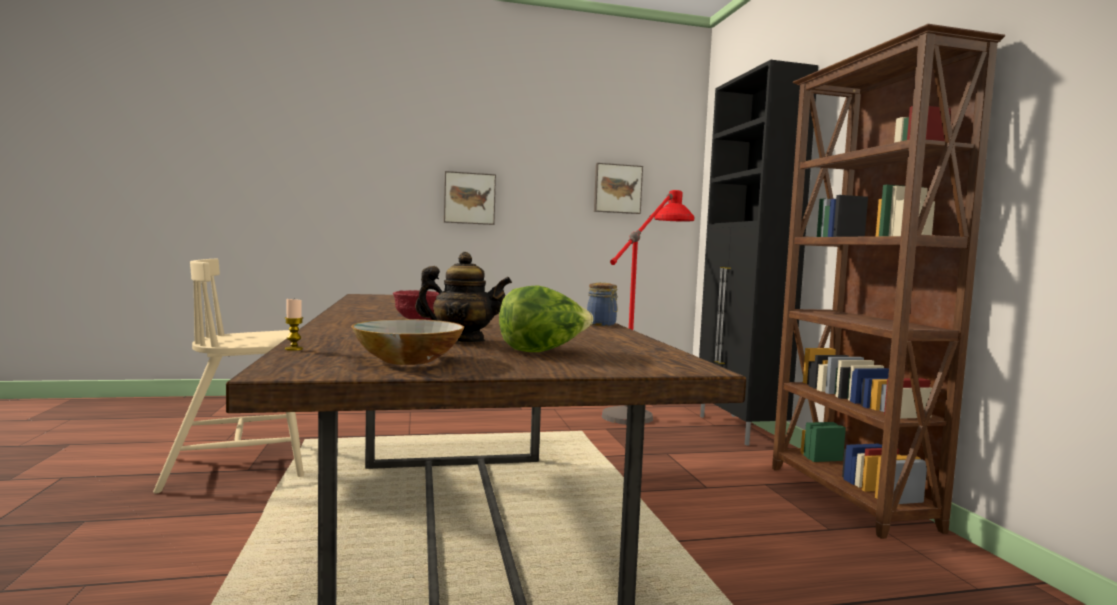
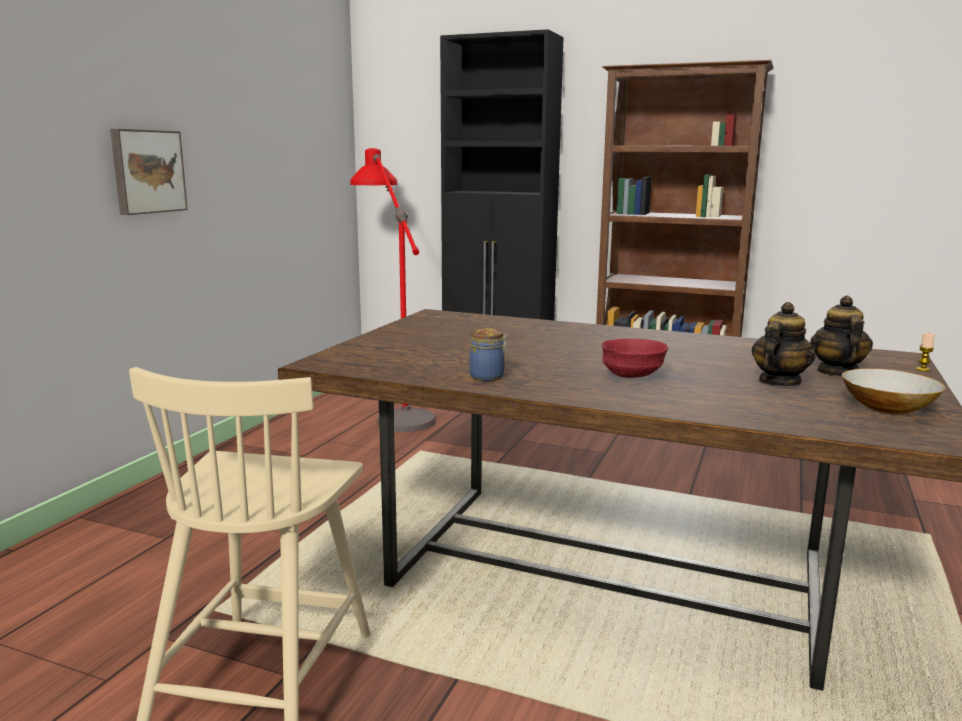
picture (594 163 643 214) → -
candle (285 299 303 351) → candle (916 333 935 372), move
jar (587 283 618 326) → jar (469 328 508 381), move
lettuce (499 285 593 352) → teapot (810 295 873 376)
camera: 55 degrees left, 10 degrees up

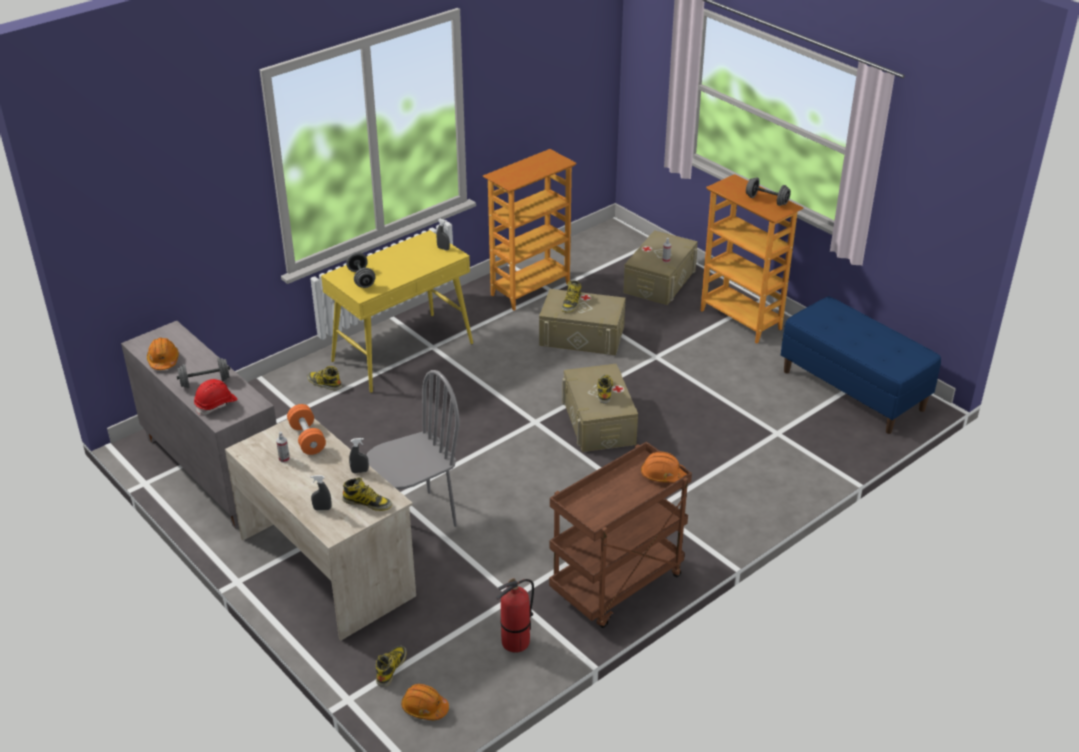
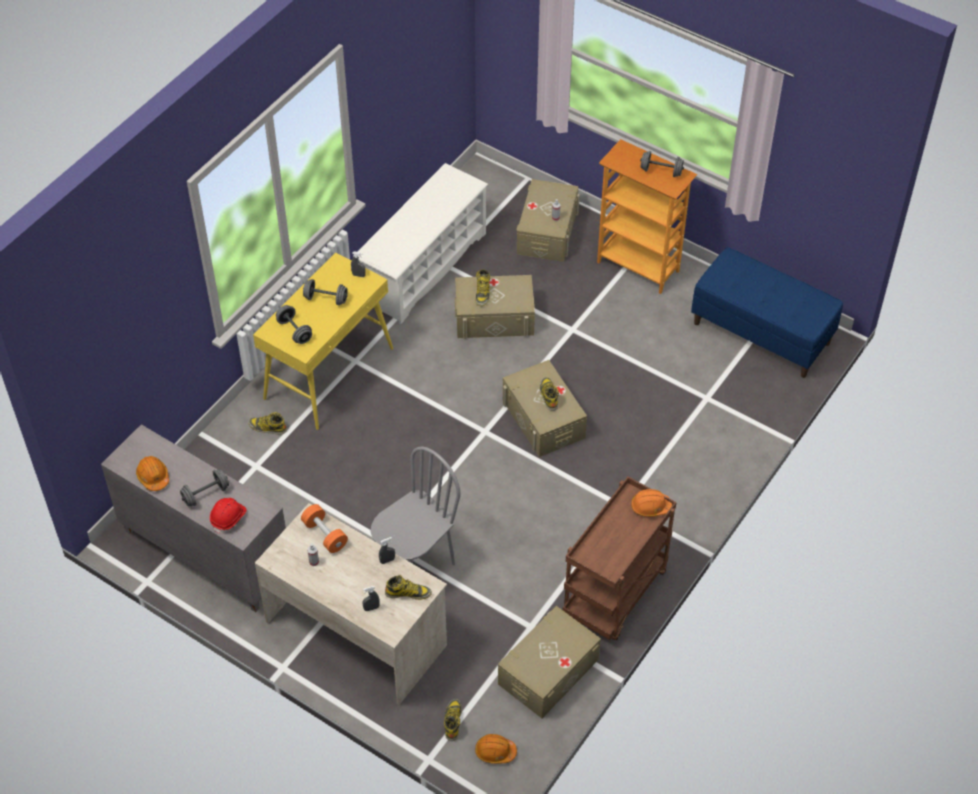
- → dumbbell in grey (303 279 348 305)
bookcase (483 149 576 310) → shoe rack in white (353 163 488 324)
fire extinguisher (497 578 534 652) → storage box in beige (498 606 601 718)
camera: 15 degrees left, 15 degrees up

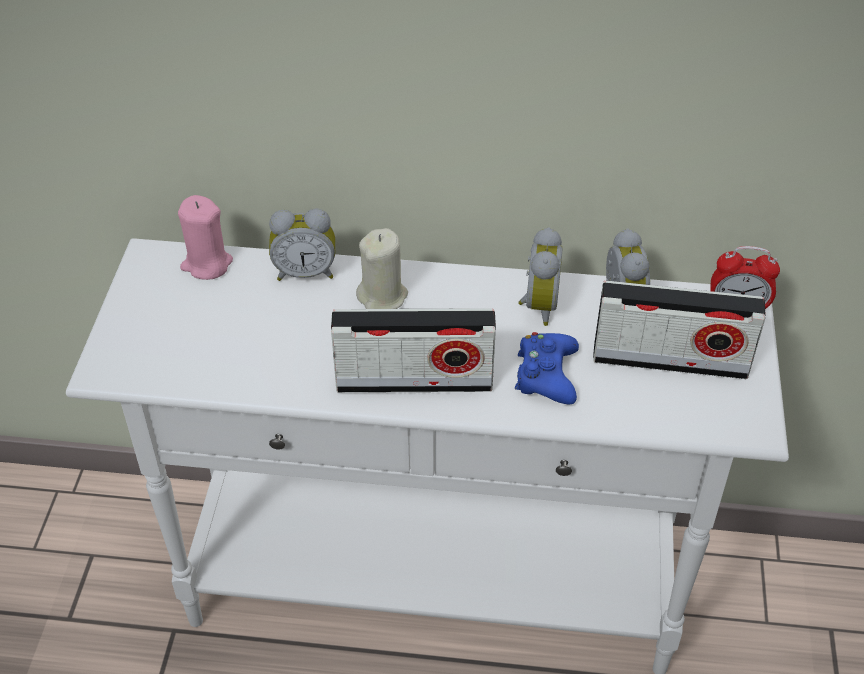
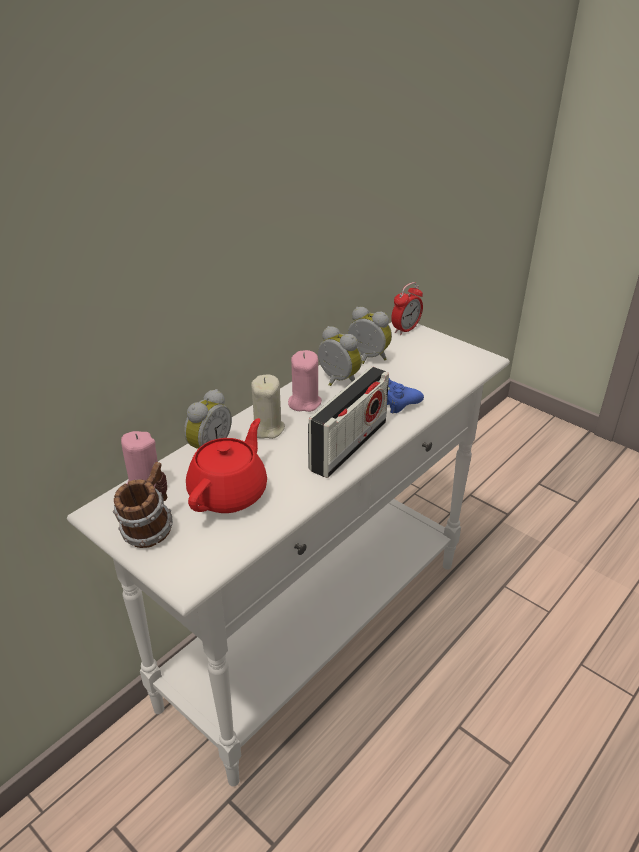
radio (593 280 766 379) → -
- → mug (113 462 173 548)
- → teapot in red (186 418 267 513)
- → candle in pink (288 350 322 412)
camera: 55 degrees left, 10 degrees down

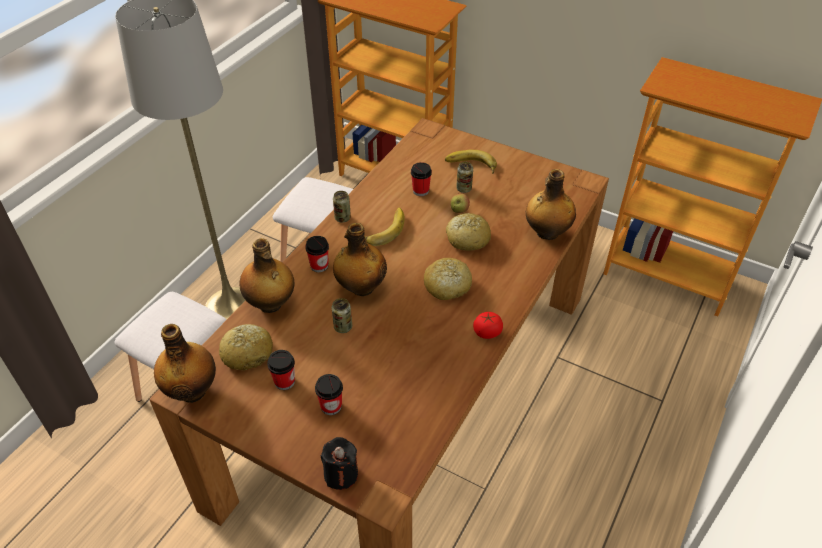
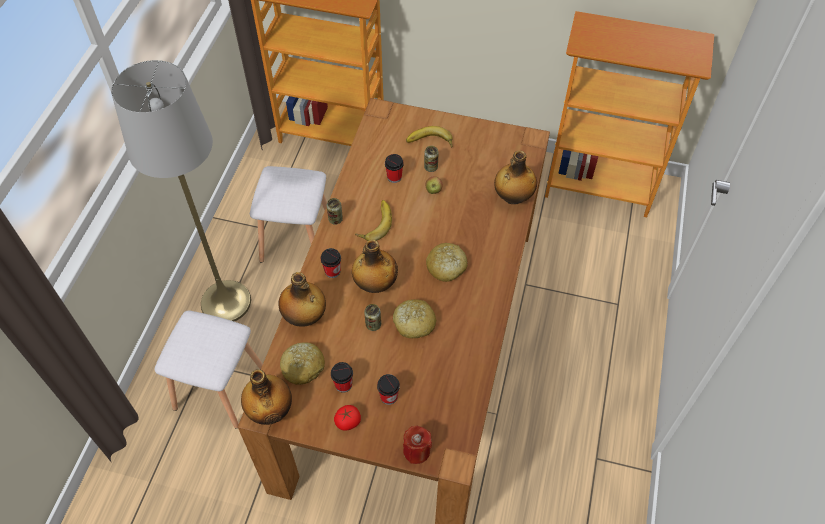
bread (446 213 491 251) → bread (393 299 437 339), move
tomato (473 312 503 339) → tomato (334 405 361 431), move
candle in black (321 437 358 490) → candle in red (403 426 432 464)
camera: 15 degrees left, 10 degrees up

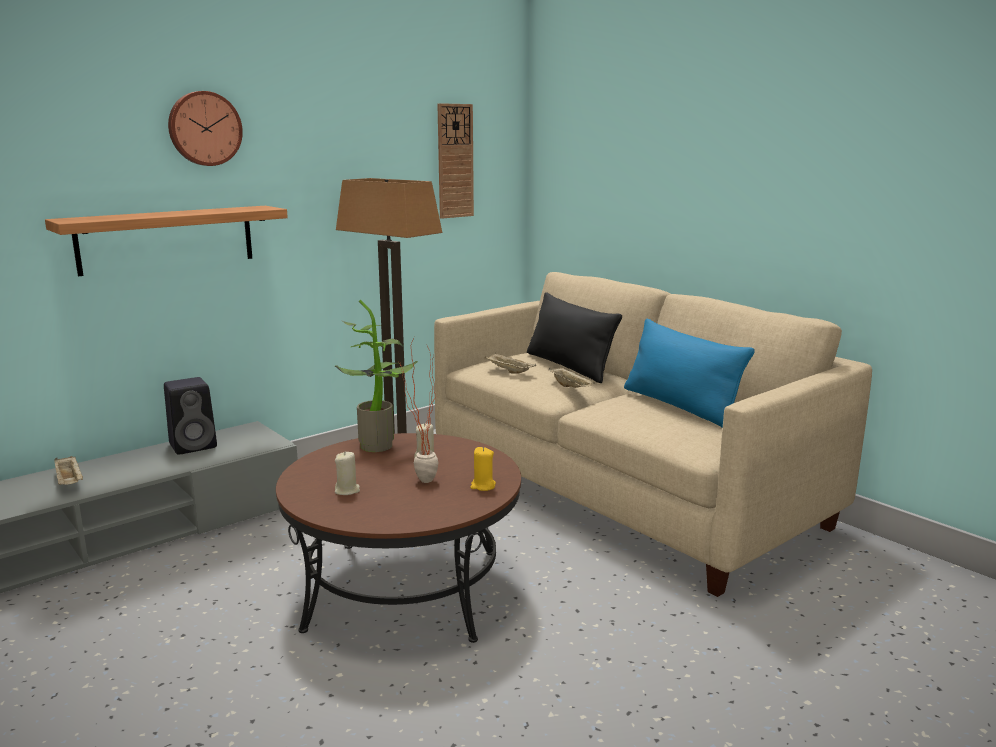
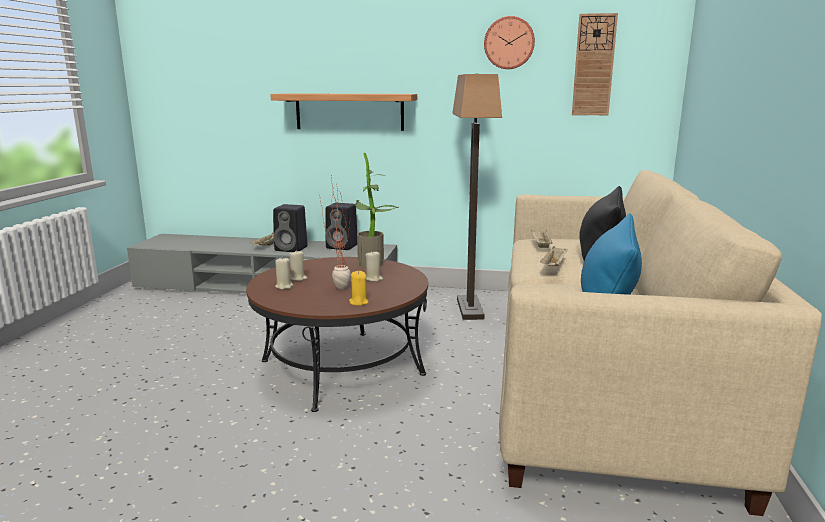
- → speaker in black (273 204 308 252)
- → candle in beige (275 257 293 289)
wall clock (168 91 243 166) → wall clock (484 16 535 69), move
camera: 50 degrees right, 0 degrees up

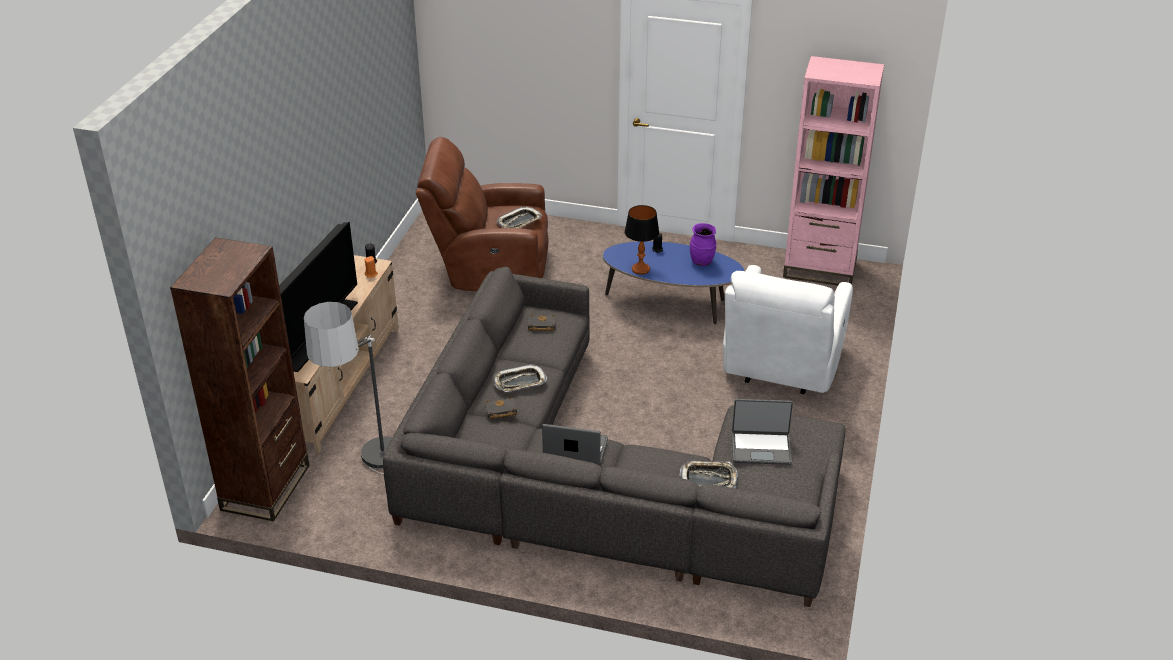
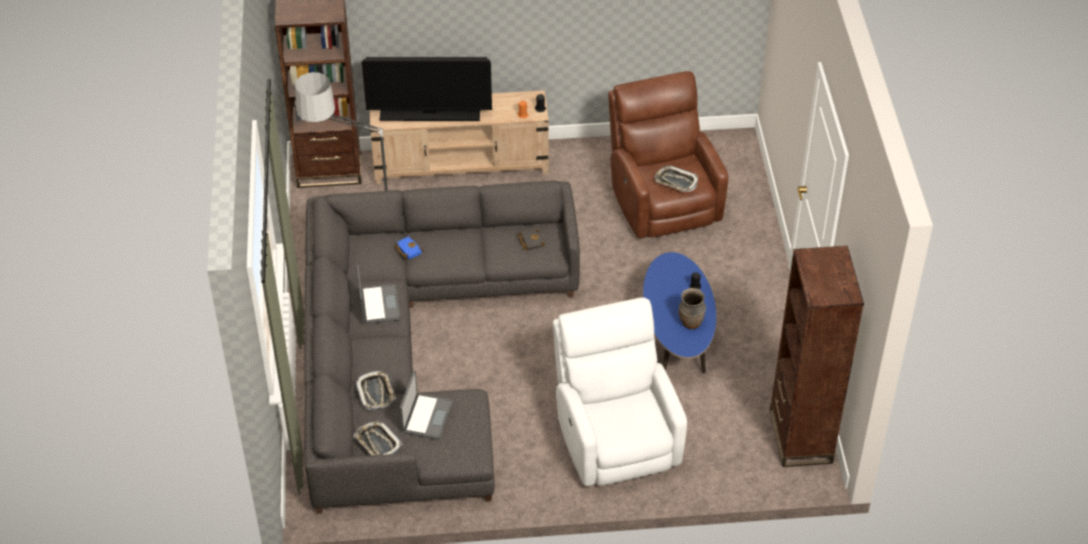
table lamp (625 205 659 275) → -
tray (493 364 547 392) → tray (354 421 402 455), move
book in black (484 397 517 419) → book in blue (394 236 424 259)
vase in purple (690 223 716 266) → vase in brown (679 288 706 329)
bookcase in pink (783 56 884 285) → bookcase in brown (770 246 864 467)
armchair in white (723 265 853 394) → armchair in white (553 297 687 486), 75 degrees clockwise
laptop (732 399 793 465) → laptop (400 370 453 440), 150 degrees counterclockwise
camera: 70 degrees right, 10 degrees up

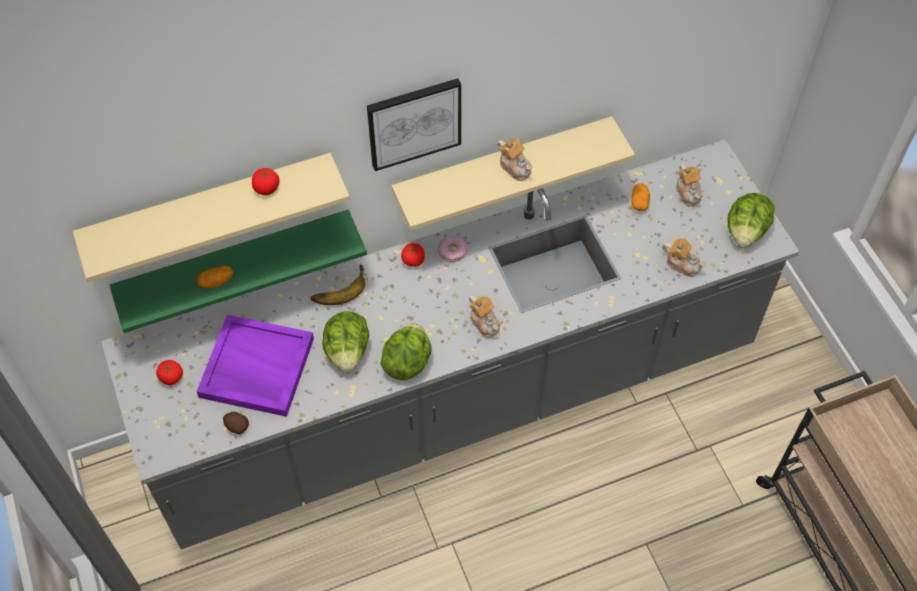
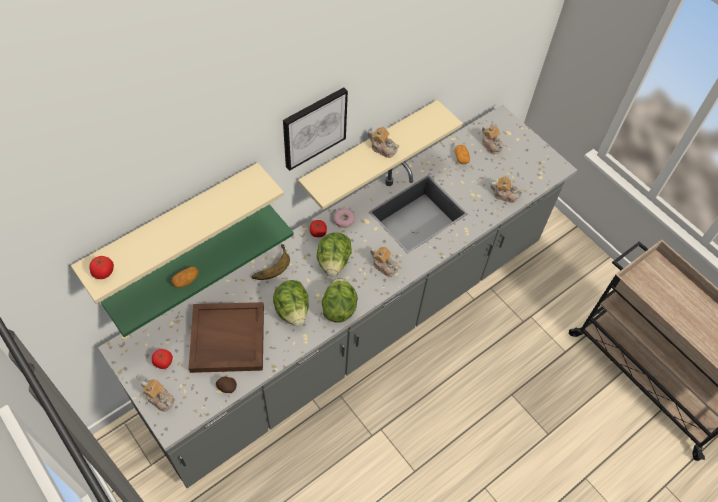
- → teapot (141 379 174 411)
tomato (252 168 280 195) → tomato (89 256 114 279), move
lettuce (727 193 774 247) → lettuce (317 232 352 276), move
tray in purple (196 315 314 417) → tray in brown (188 302 264 373)
camera: 20 degrees left, 0 degrees up

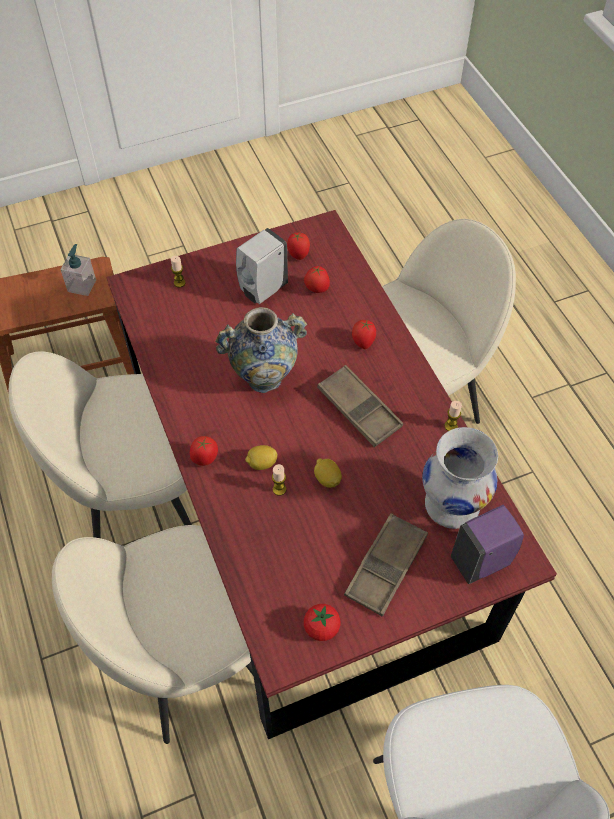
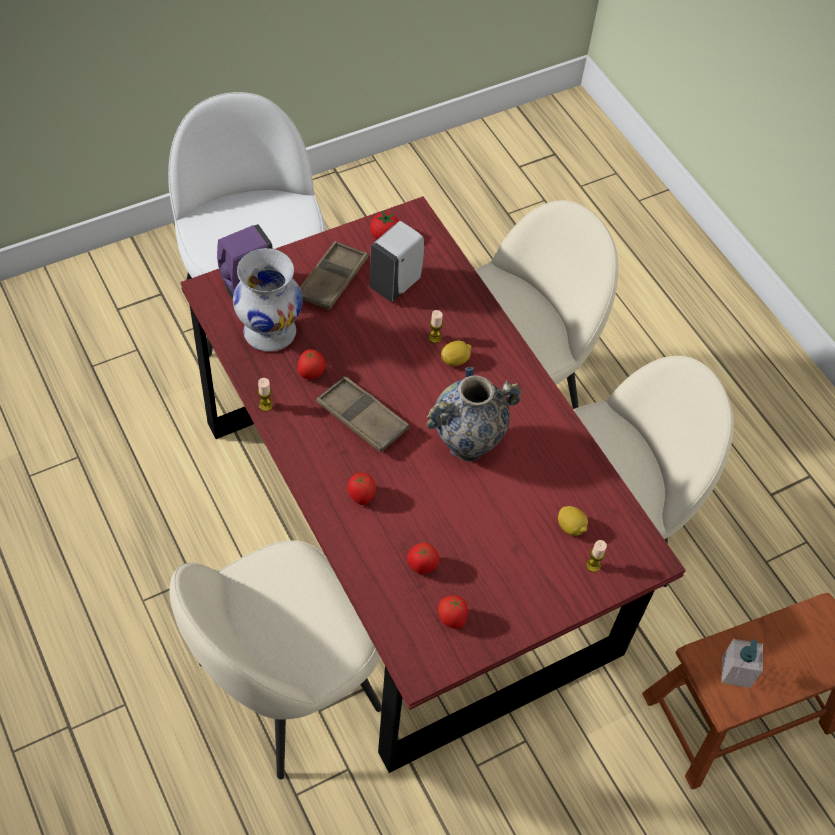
tomato (190 436 218 466) → tomato (298 349 326 379), move
soap dispenser in white (236 228 288 304) → soap dispenser in white (370 221 424 302), move
lemon (314 458 342 488) → lemon (558 506 588 536), move
camera: 170 degrees right, 0 degrees up

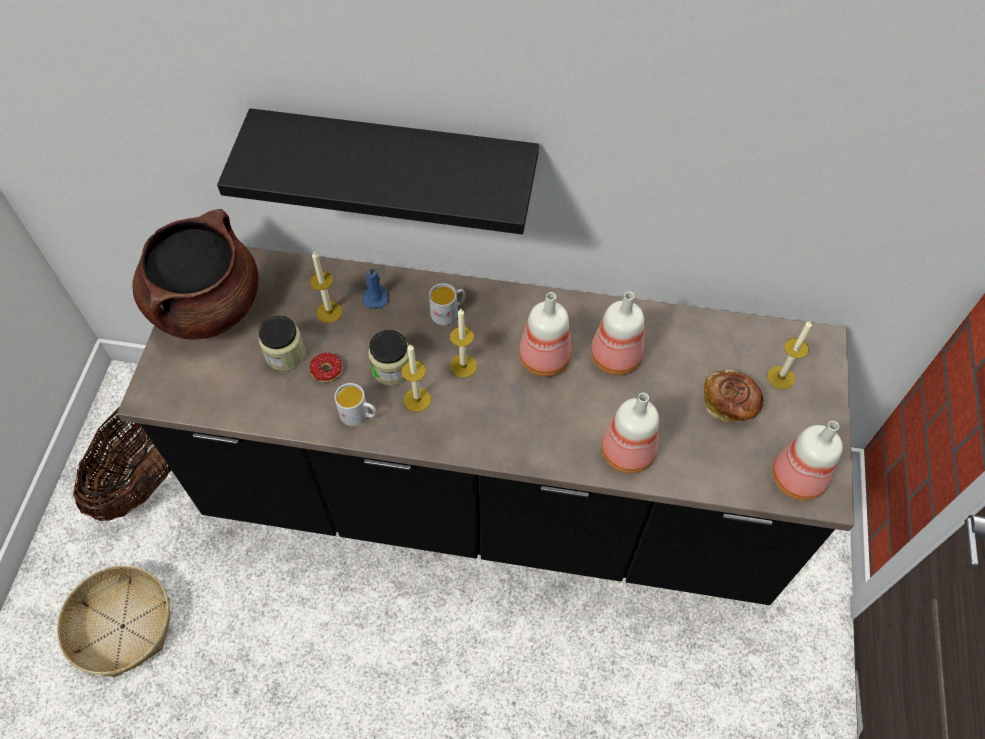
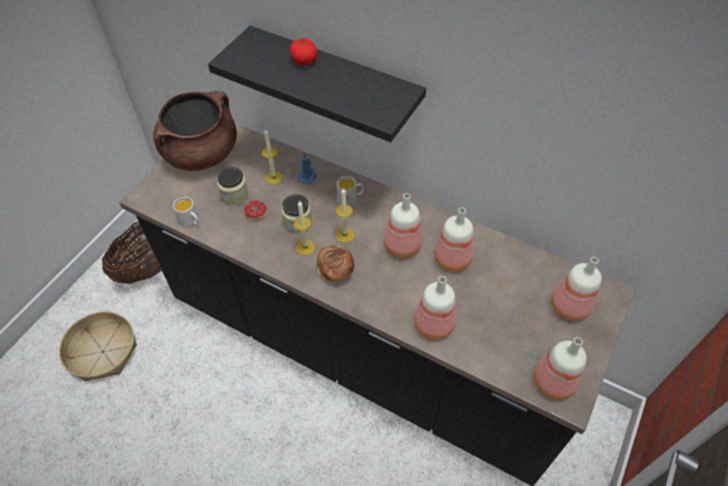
- → tomato (290 38 317 66)
mug in white (334 383 376 426) → mug in white (173 197 199 228), move
bread (704 370 764 423) → bread (317 245 354 283), move
candle (768 321 812 389) → bottle (551 257 602 321)
camera: 20 degrees right, 5 degrees down

